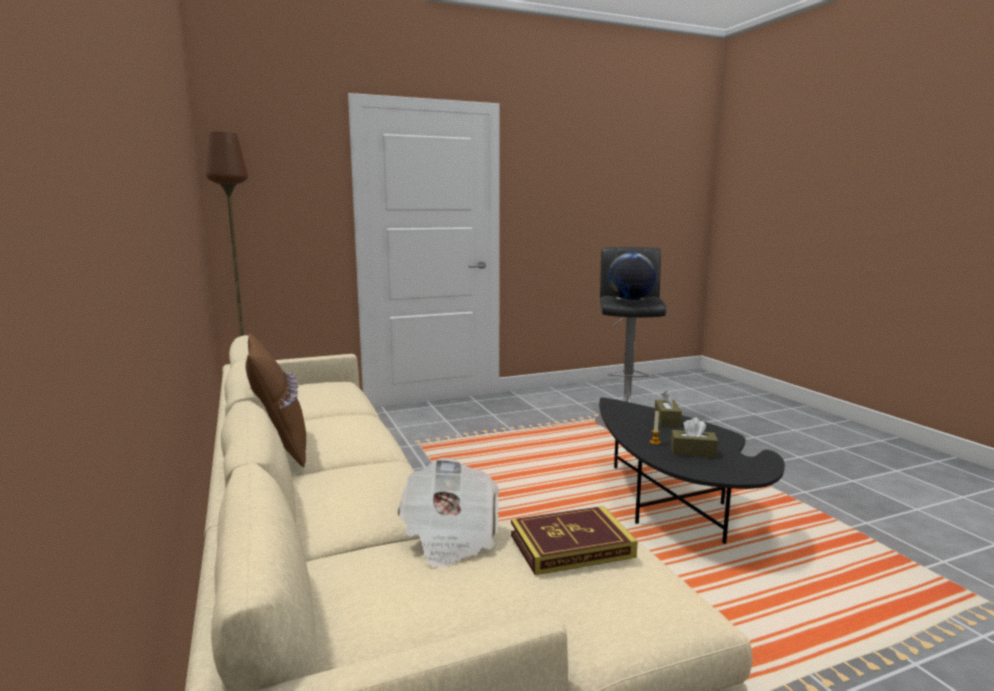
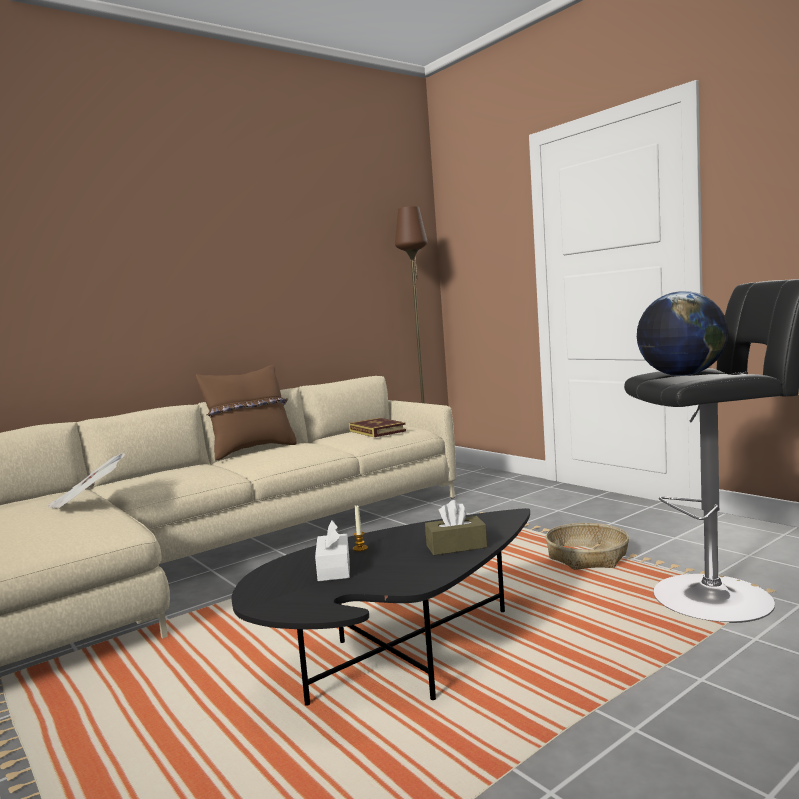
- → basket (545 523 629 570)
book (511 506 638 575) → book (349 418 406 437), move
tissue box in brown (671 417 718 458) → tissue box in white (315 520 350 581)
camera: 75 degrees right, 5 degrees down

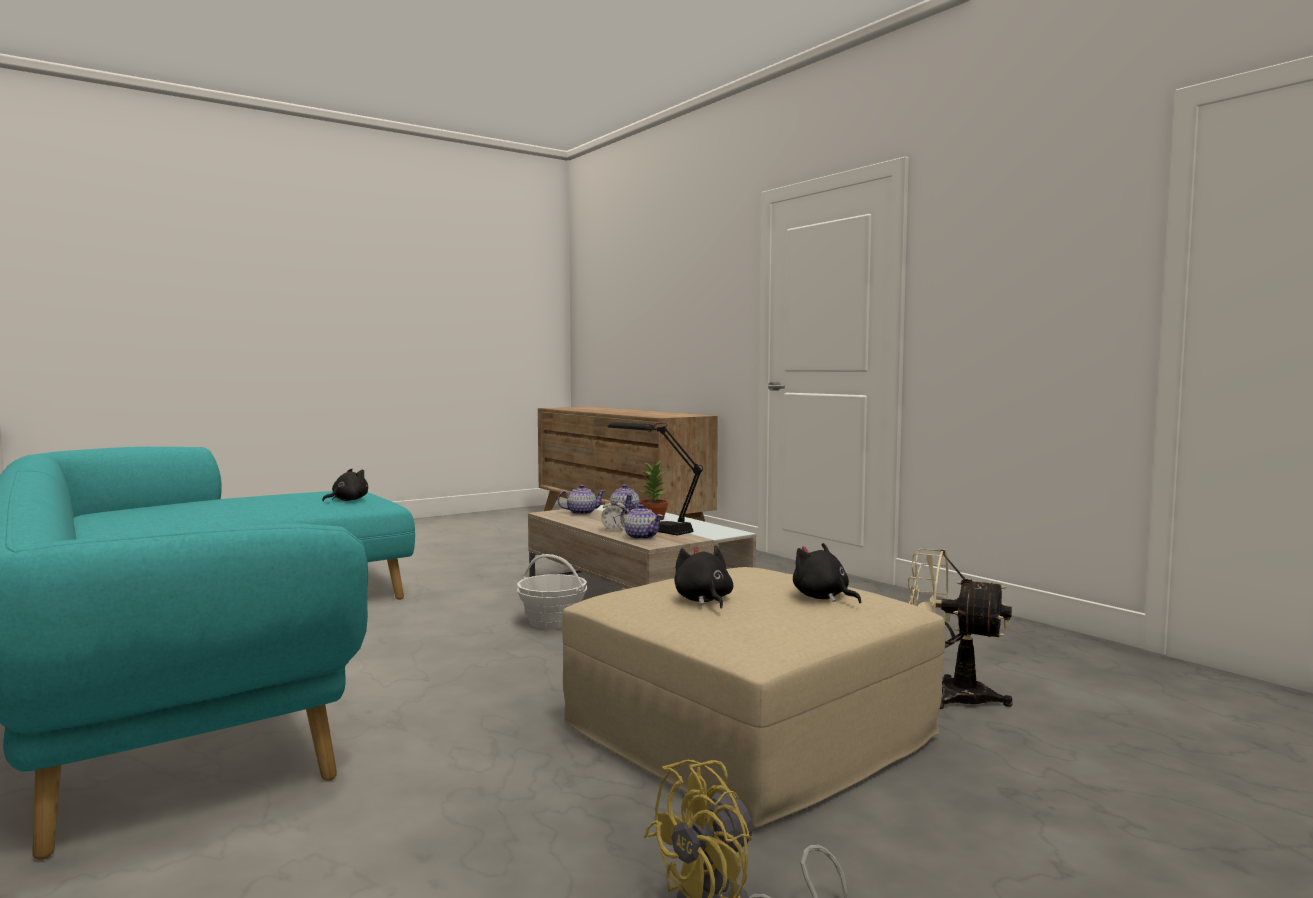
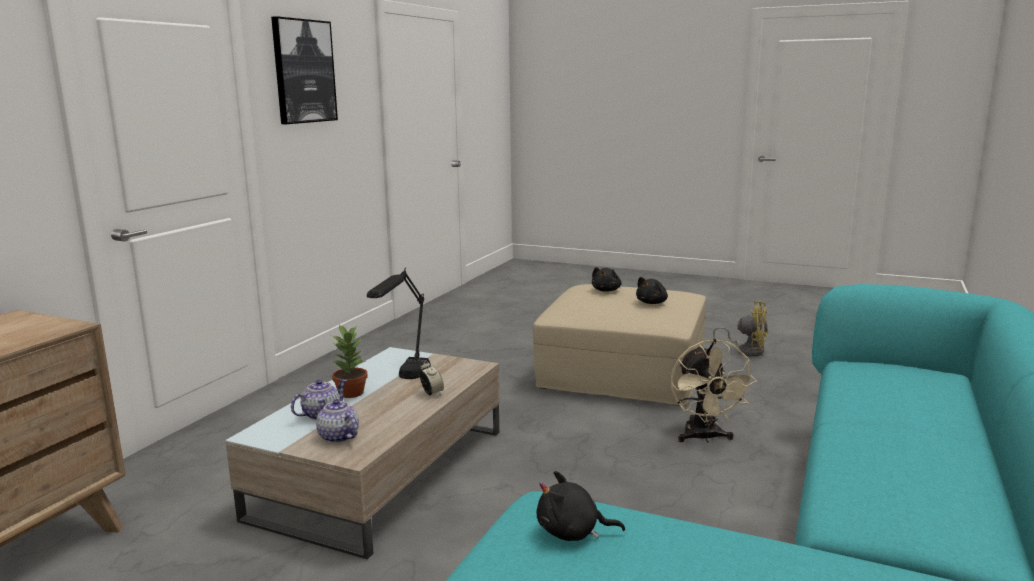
basket (517 554 587 629) → -
teapot (620 504 663 540) → -
- → picture (271 16 338 124)
fan in beige (908 549 1013 709) → fan in beige (671 339 757 442), move
camera: 120 degrees left, 10 degrees up

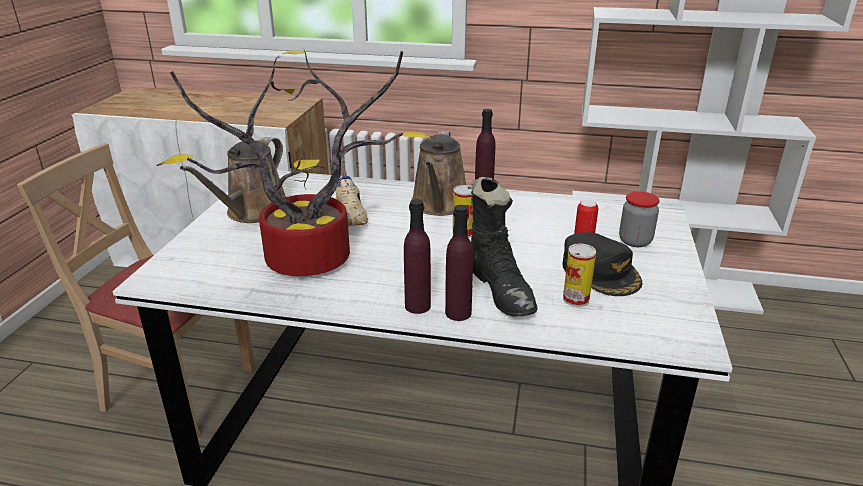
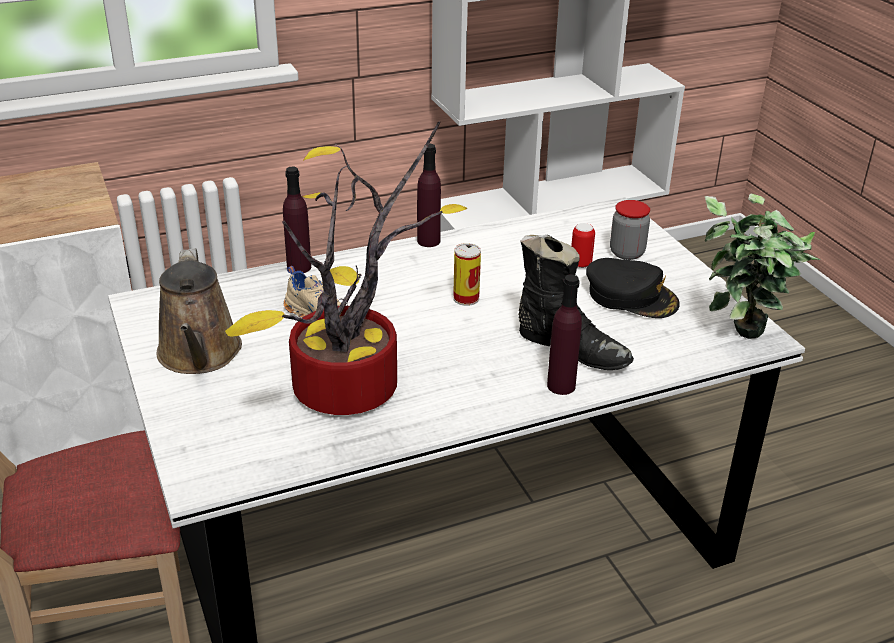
watering can in brown (411 131 466 216) → -
can (563 243 596 307) → -
- → potted plant (705 194 820 339)
bottle in purple (404 199 431 314) → bottle in purple (283 167 311 273), move
camera: 35 degrees left, 5 degrees up

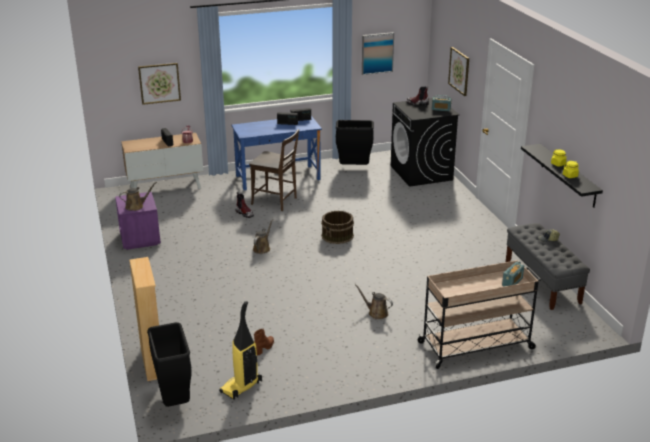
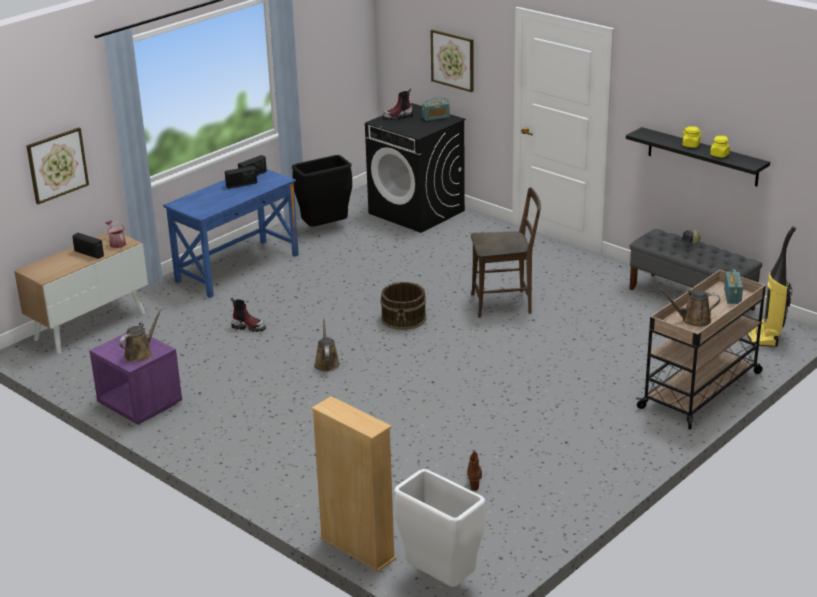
picture (362 32 394 75) → -
vacuum cleaner (219 301 262 400) → vacuum cleaner (747 226 796 347), move
chair in brown (249 129 299 211) → chair in brown (471 187 541 318), move
watering can in brown (355 284 393 319) → watering can in brown (659 288 720 327), move
trash can in black (147 322 192 407) → trash can in white (394 469 486 587)
camera: 30 degrees left, 0 degrees up

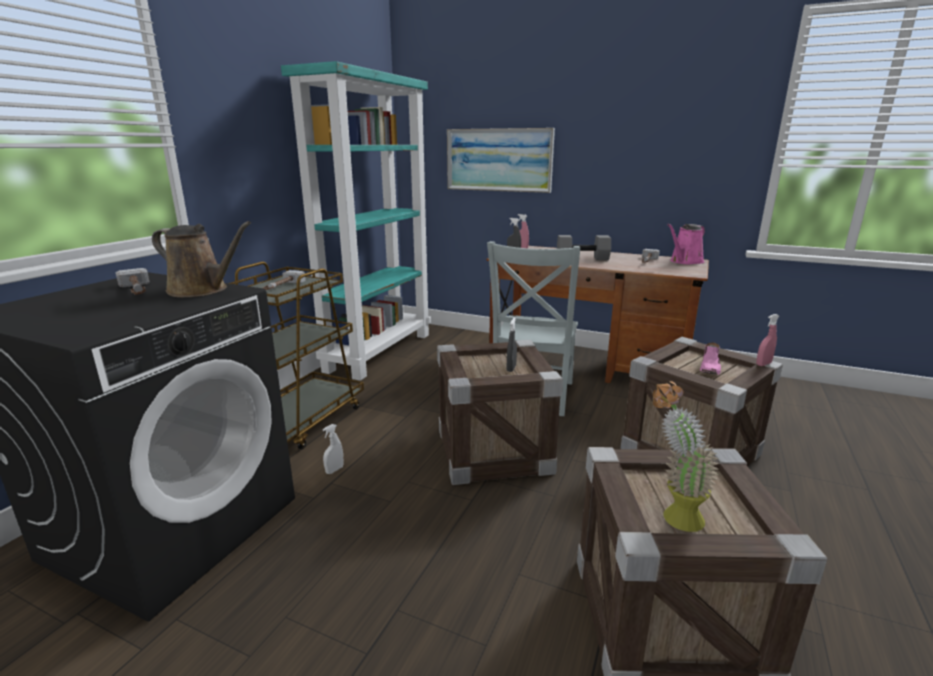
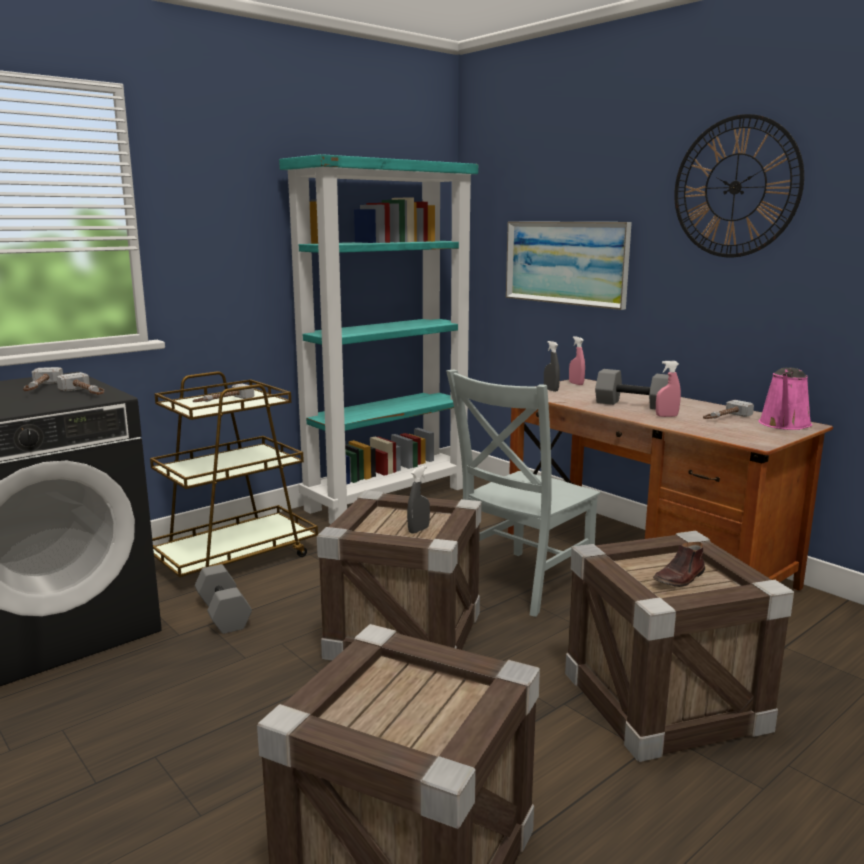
potted plant (653 381 719 532) → -
- → wall clock (674 114 804 257)
spray bottle in pink (756 314 779 366) → spray bottle in pink (656 361 681 417), move
watering can in brown (152 221 251 297) → hammer (57 372 104 395)
spray bottle in white (322 424 343 474) → dumbbell in grey (195 564 252 634)
shoe in pink (700 342 721 374) → shoe in brown (653 542 705 587)
watering can in pink (668 224 705 264) → watering can in pink (759 368 812 430), 45 degrees counterclockwise
camera: 25 degrees right, 5 degrees down

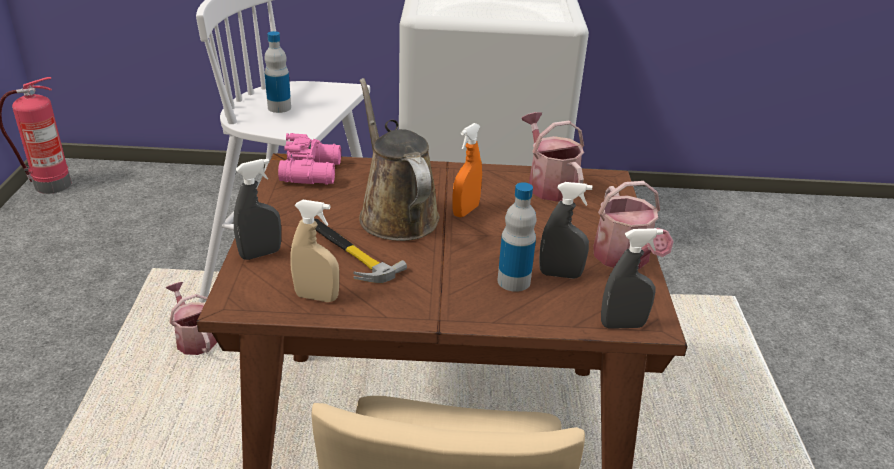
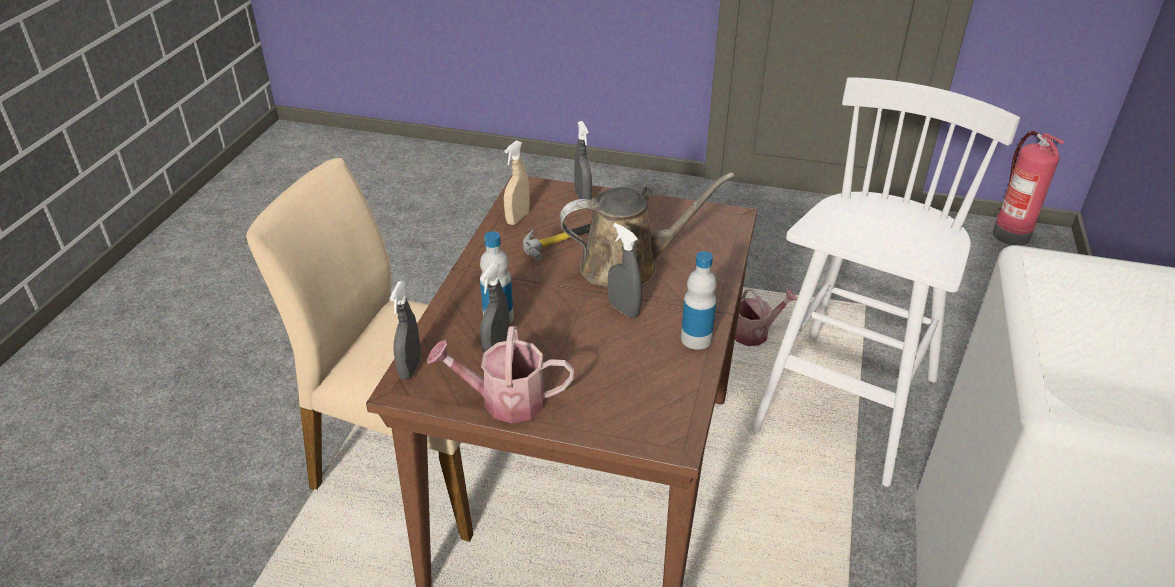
binoculars in pink (278 133 341 185) → -
watering can (522 112 584 202) → -
bottle (264 31 291 113) → bottle (681 251 717 350), move
spray bottle in orange (452 123 482 217) → spray bottle in grey (608 223 642 318)
camera: 105 degrees right, 5 degrees up

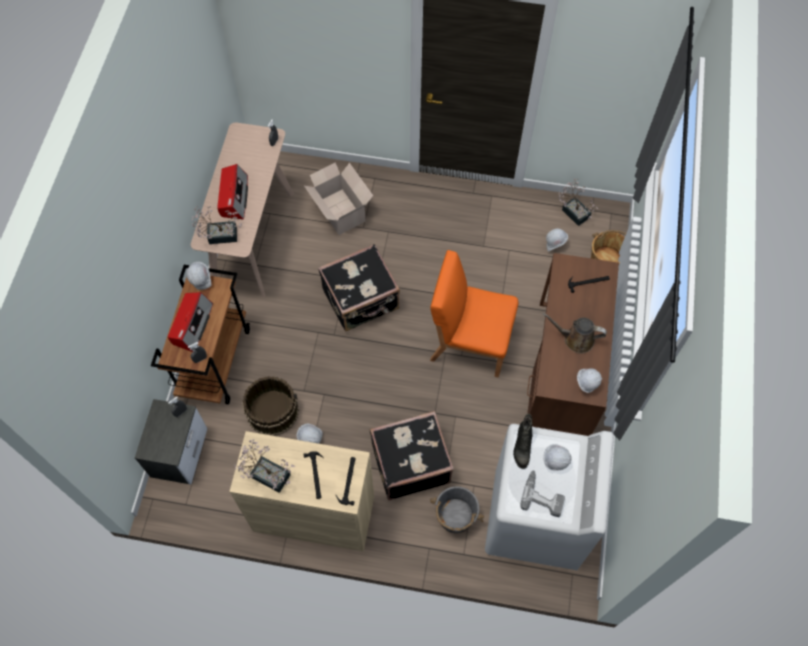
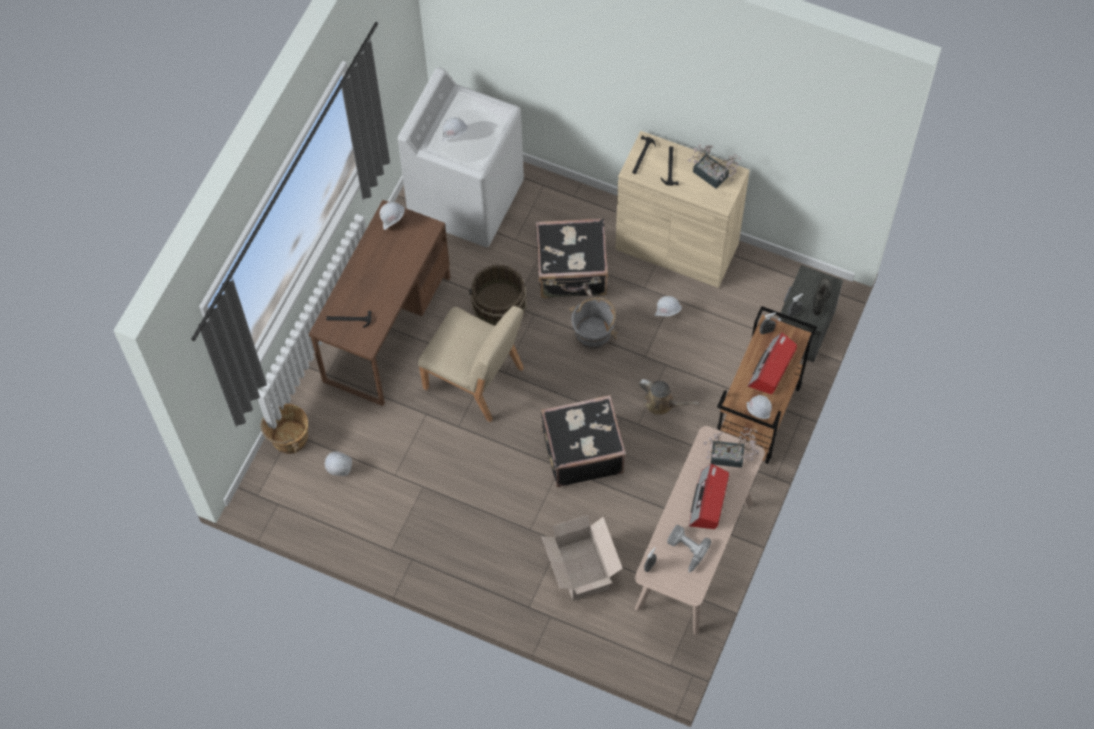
potted plant (559 179 598 226) → -
bucket in brown (242 376 299 436) → bucket in brown (469 265 527 326), move
bucket in grey (430 486 484 533) → bucket in grey (569 297 618 349), move
boot in black (513 414 533 469) → boot in black (813 278 832 316), move
power drill (521 470 565 517) → power drill (667 525 711 572), move
watering can in brown (542 313 607 354) → watering can in brown (639 379 700 415), move
chair in orange (430 250 518 377) → chair in beige (418 306 524 422)
camera: 165 degrees left, 0 degrees up

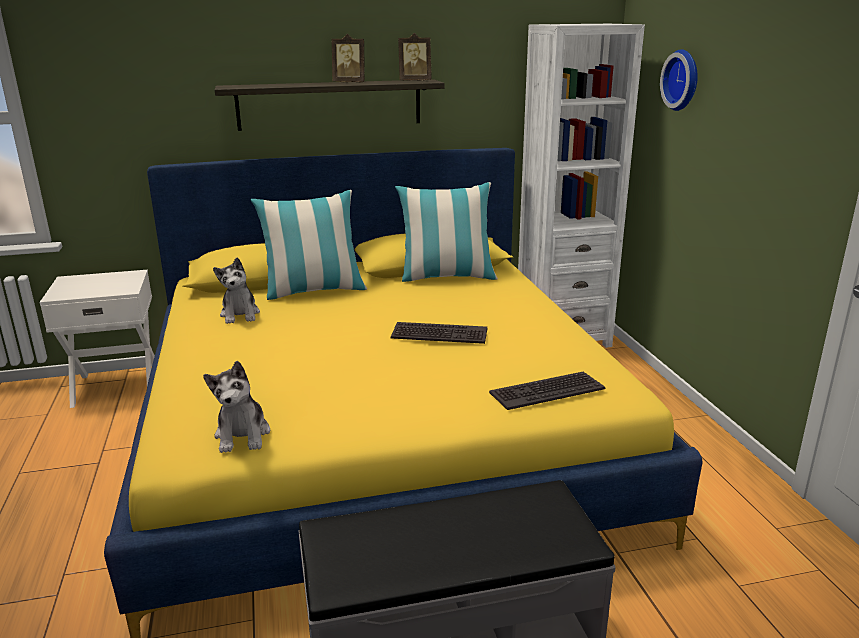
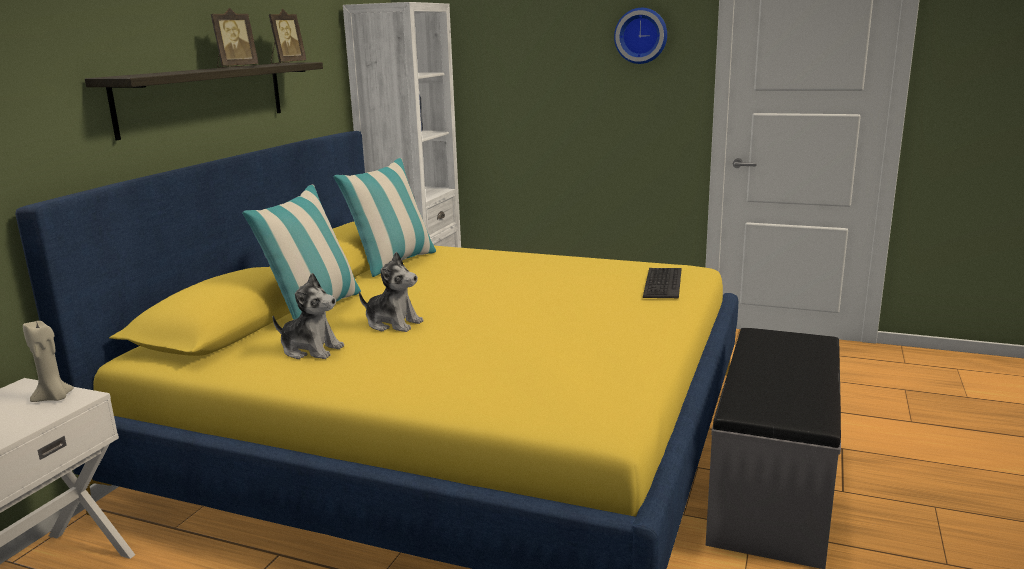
keyboard (390 322 488 344) → -
- → candle in beige (23 320 74 402)
plush toy (203 361 270 453) → plush toy (359 252 424 332), move
wall clock (660 49 698 111) → wall clock (614 8 667 64), move
camera: 55 degrees left, 5 degrees down

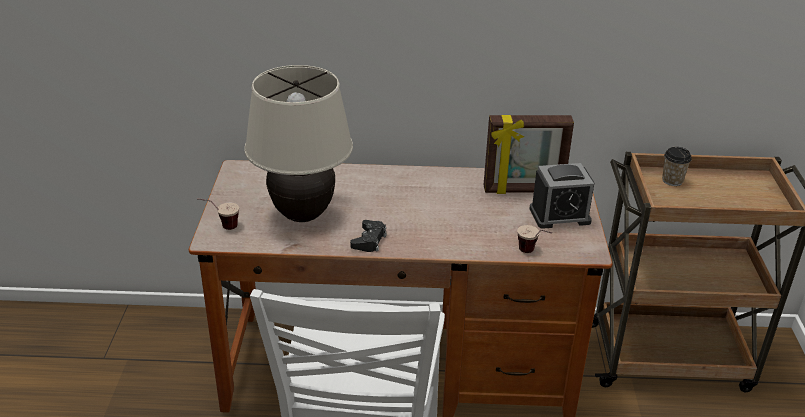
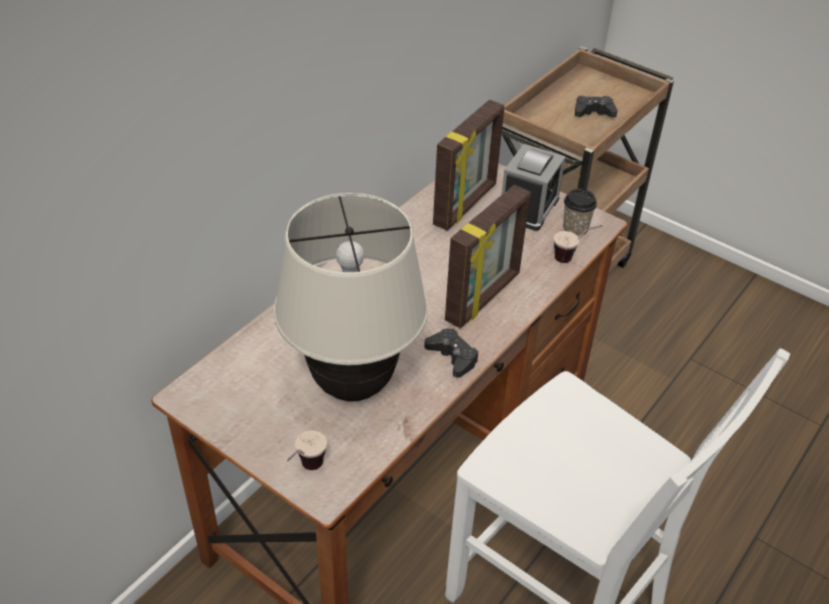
- → picture frame (445 185 531 328)
- → game controller in black (575 96 618 118)
cup (662 147 692 186) → cup (563 189 597 237), move
camera: 55 degrees left, 10 degrees up

